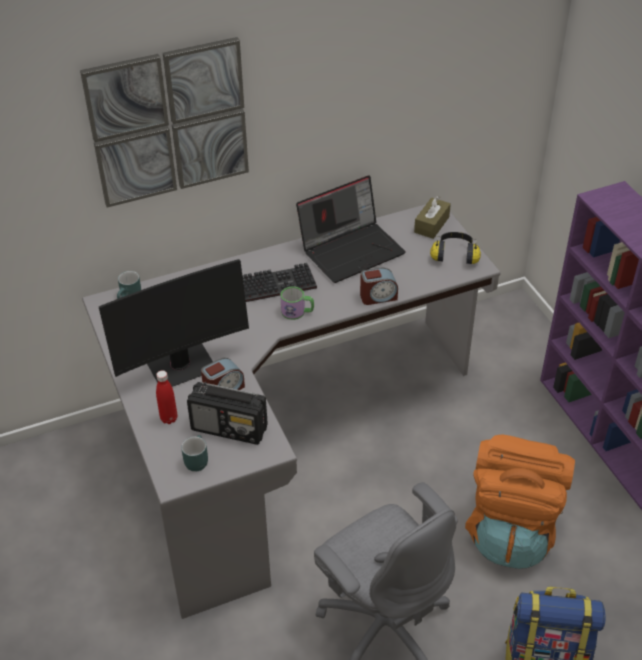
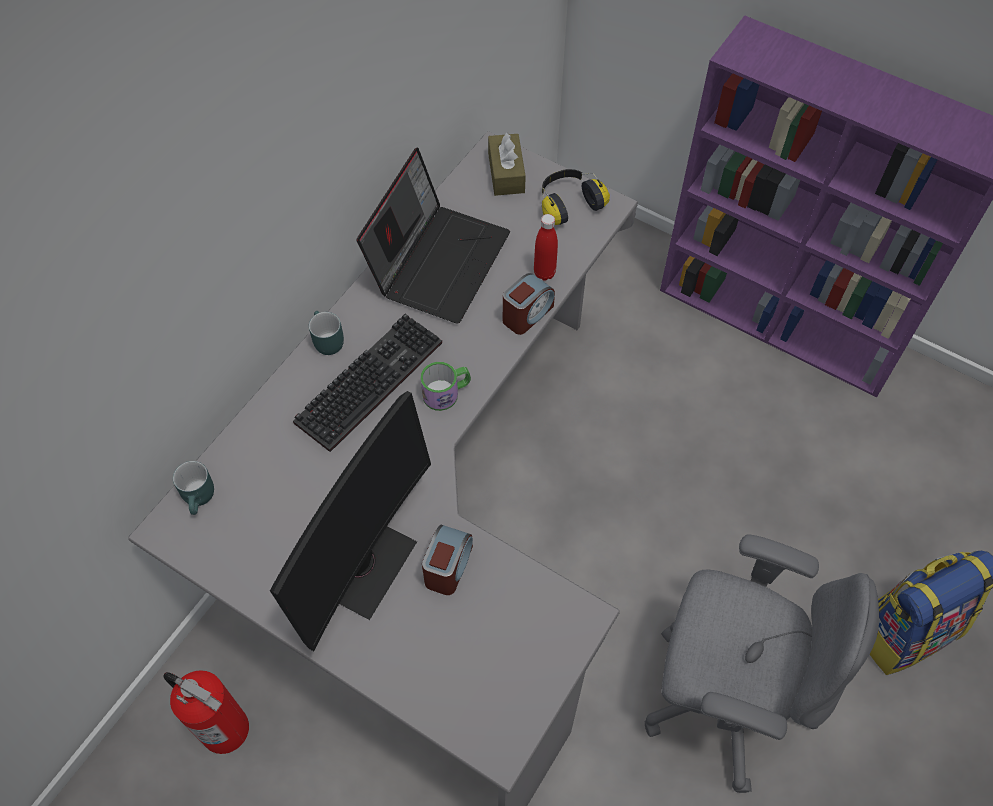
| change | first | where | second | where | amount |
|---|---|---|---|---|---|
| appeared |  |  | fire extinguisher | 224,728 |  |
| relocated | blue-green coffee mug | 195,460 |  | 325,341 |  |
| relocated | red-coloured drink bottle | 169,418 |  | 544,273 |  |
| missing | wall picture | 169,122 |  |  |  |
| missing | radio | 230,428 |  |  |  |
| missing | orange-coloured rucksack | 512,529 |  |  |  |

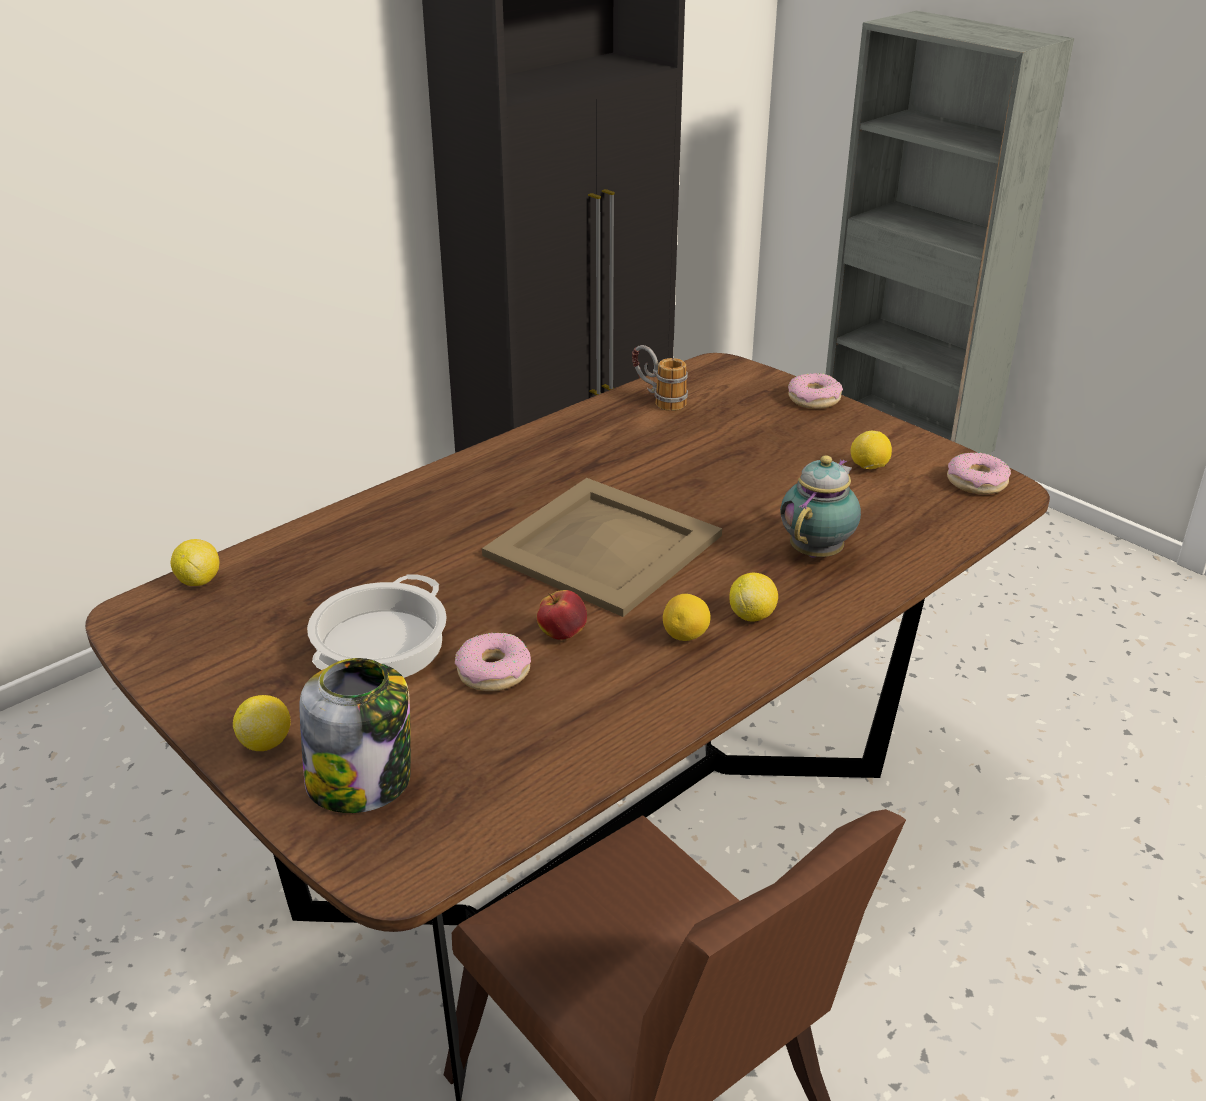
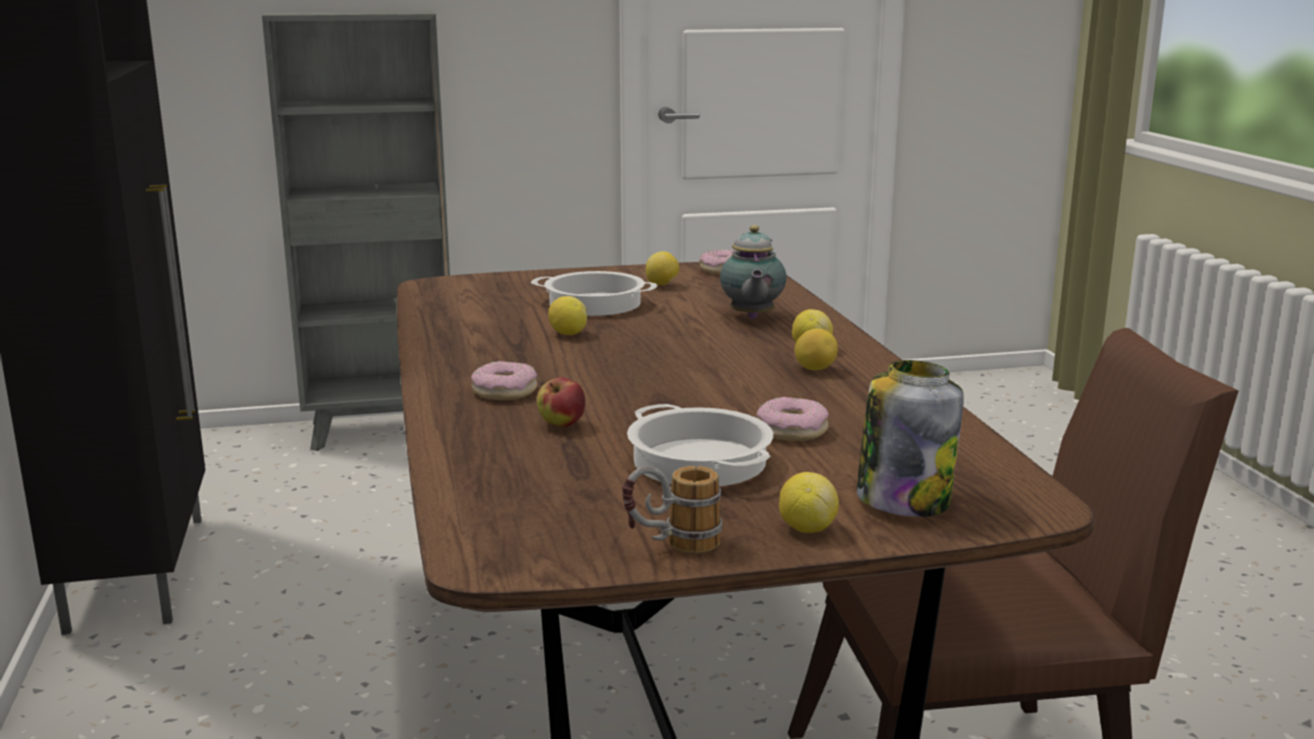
| change | first | where | second | where | amount |
|---|---|---|---|---|---|
| relocated | ring doughnut | 814,399 |  | 505,391 |  |
| appeared |  |  | saucepot | 596,303 |  |
| relocated | apple fruit | 562,634 |  | 561,425 |  |
| relocated | lemon | 199,580 |  | 567,334 |  |
| relocated | coffee mug | 658,400 |  | 671,547 |  |
| spun | tea pot | 818,551 |  | 751,318 | 150 degrees counterclockwise |
| missing | beige-coloured tray | 605,545 |  |  |  |

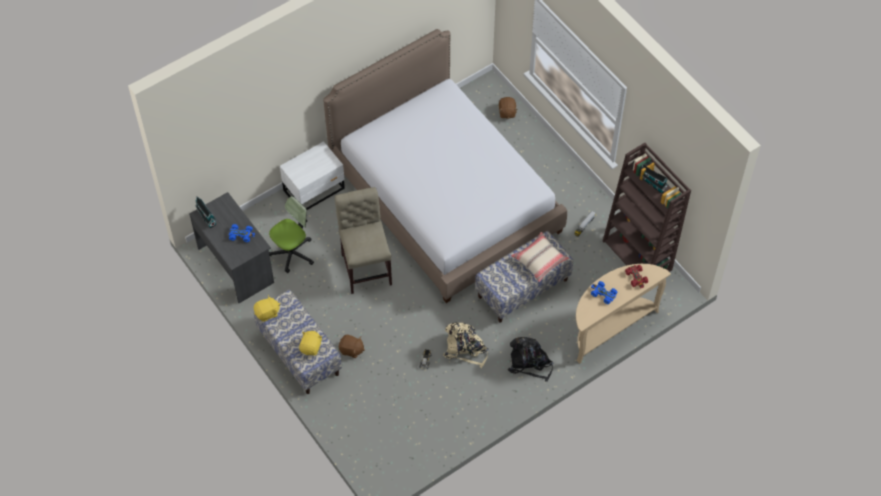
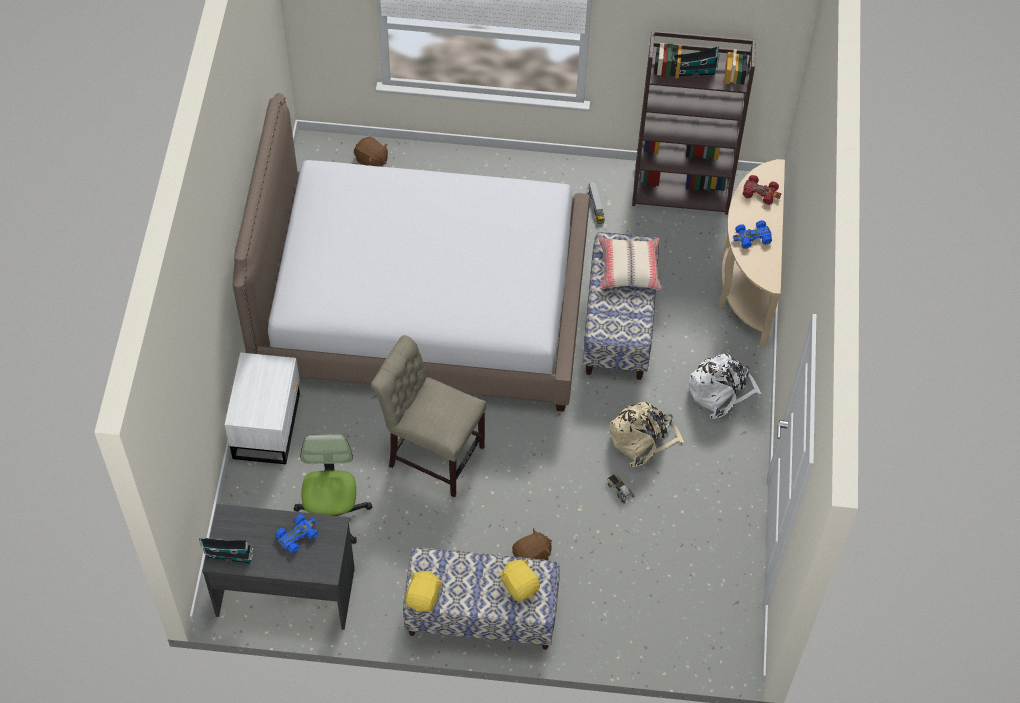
| change | first | where | second | where | amount |
|---|---|---|---|---|---|
| colour | black rucksack | 529,362 | white-coloured rucksack | 720,391 |  |

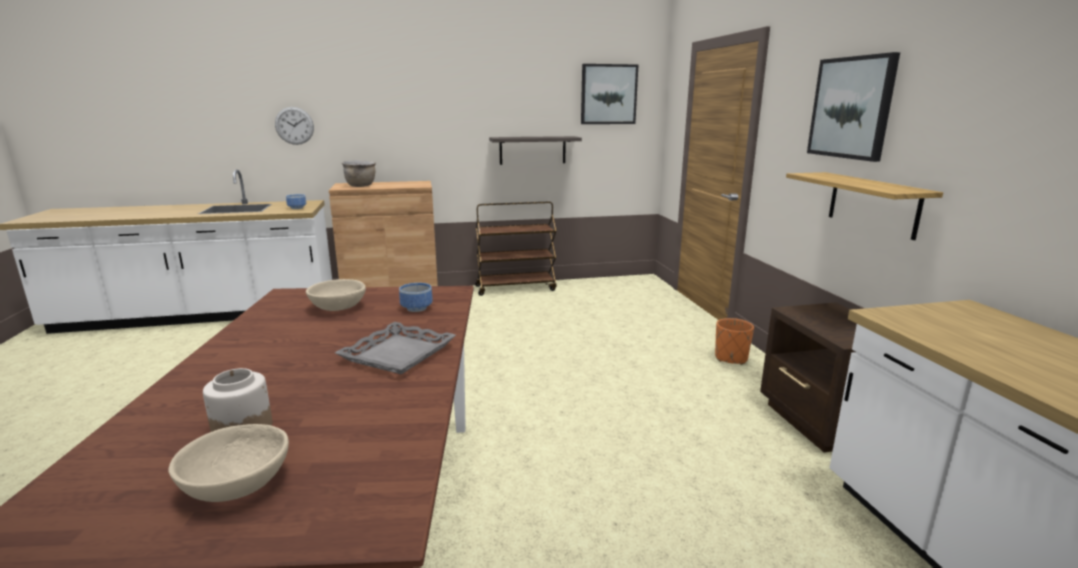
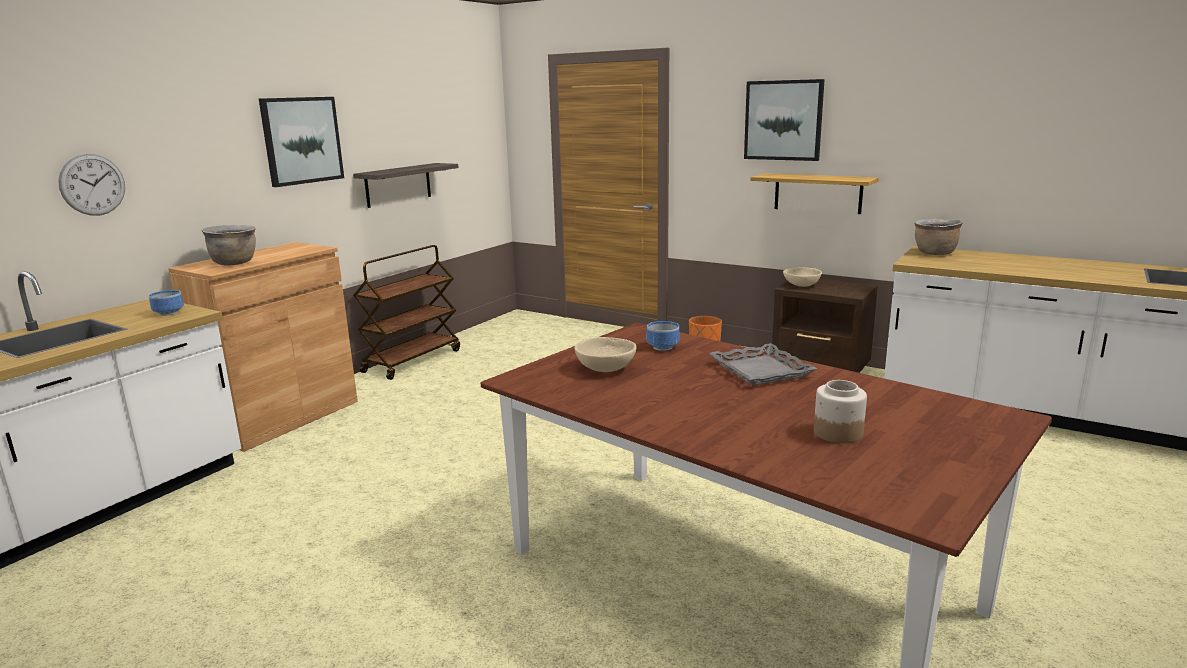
| change | first | where | second | where | amount |
|---|---|---|---|---|---|
| relocated | wall picture | 608,94 |  | 301,140 |  |
| relocated | beige-coloured bowl | 239,485 |  | 801,285 |  |
| appeared |  |  | brownish saucepot | 934,253 |  |

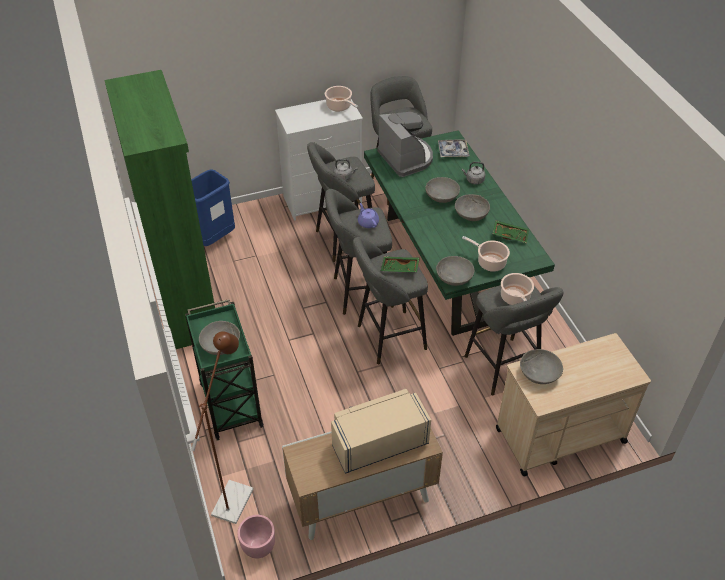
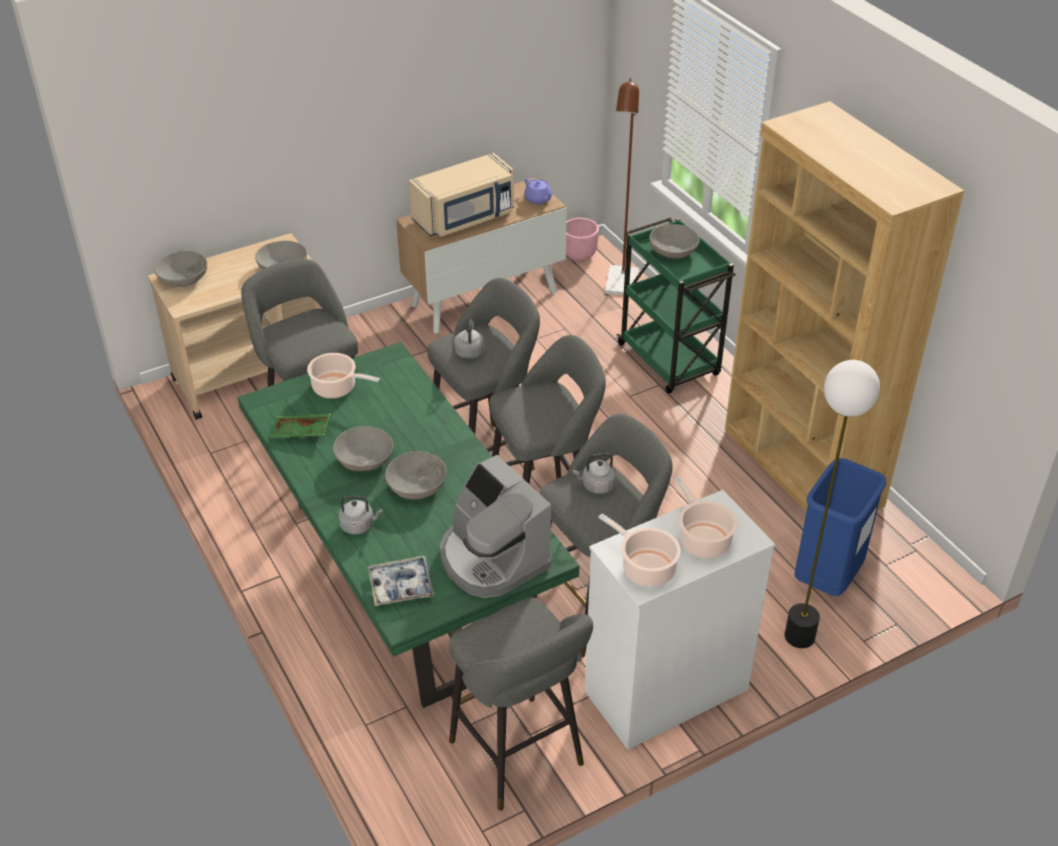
| change | first | where | second | where | amount |
|---|---|---|---|---|---|
| relocated | gray bowl | 454,277 |  | 183,278 |  |
| exchanged | green tray | 399,268 | gray kettle | 469,351 |  |
| relocated | purple-coloured tea pot | 368,222 |  | 538,199 |  |
| relocated | saucepot | 515,298 |  | 703,539 |  |
| colour | green bookcase | 186,303 | brownish bookcase | 801,468 |  |
| appeared |  |  | standing lamp | 799,636 |  |

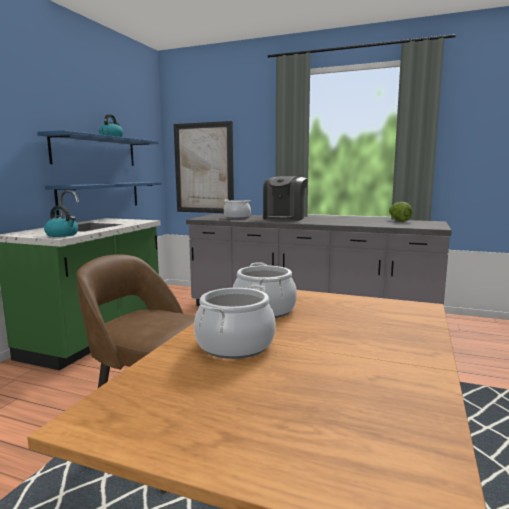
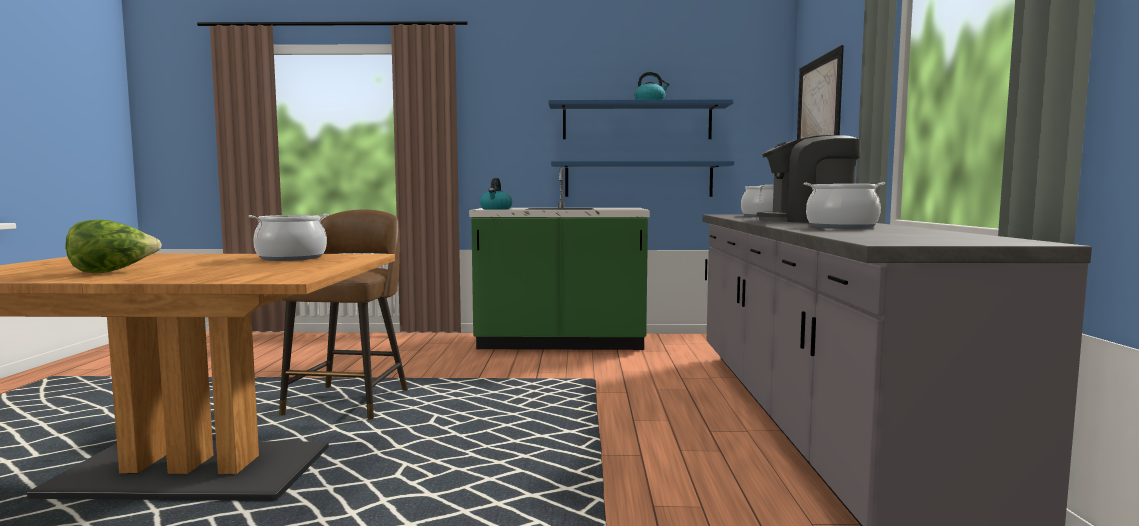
| change | first | where | second | where | amount |
|---|---|---|---|---|---|
| relocated | lettuce head | 399,220 |  | 112,272 |  |
| relocated | saucepot | 235,345 |  | 841,227 |  |

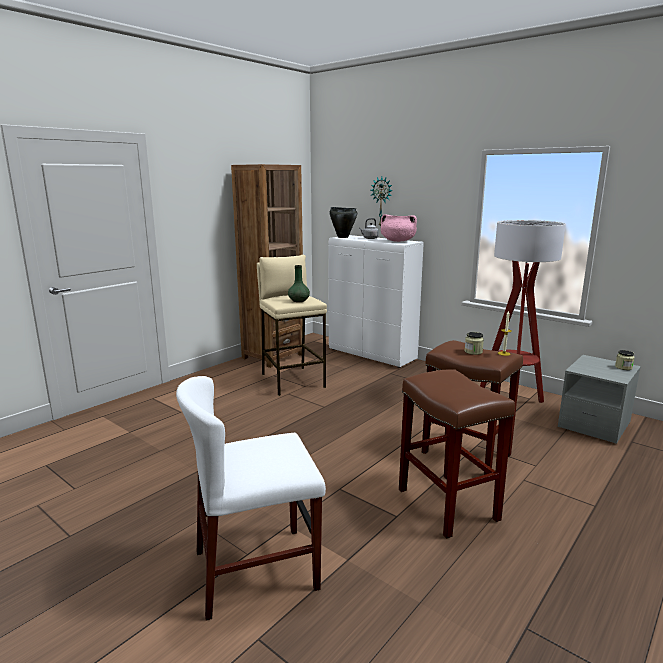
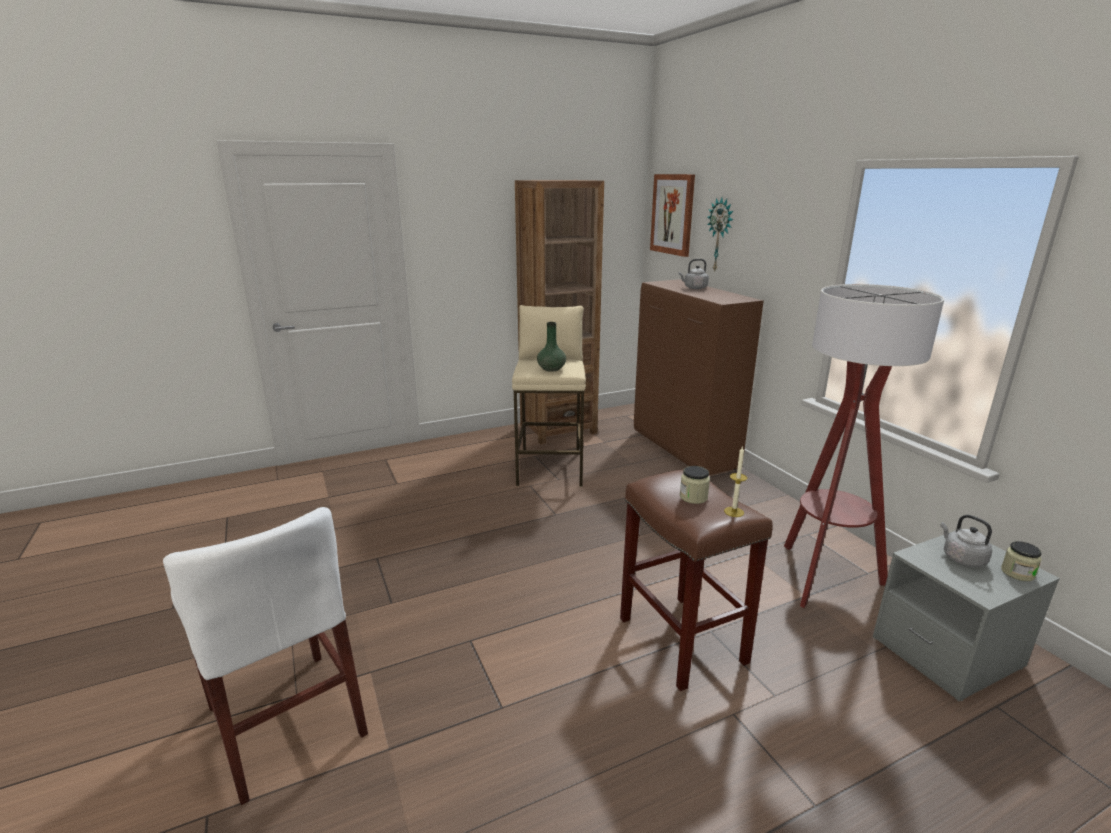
| change | first | where | second | where | amount |
|---|---|---|---|---|---|
| spun | white-coloured upright chair | 256,570 |  | 285,720 | 135 degrees counterclockwise |
| colour | white-coloured storage cabinet | 372,355 | brownish storage cabinet | 684,450 |  |
| appeared |  |  | wall picture | 672,214 |  |
| appeared |  |  | gray kettle | 961,558 |  |
| missing | black saucepot | 342,237 |  |  |  |
| missing | pink-coloured saucepot | 397,241 |  |  |  |
| missing | brownish sitting stool | 449,505 |  |  |  |

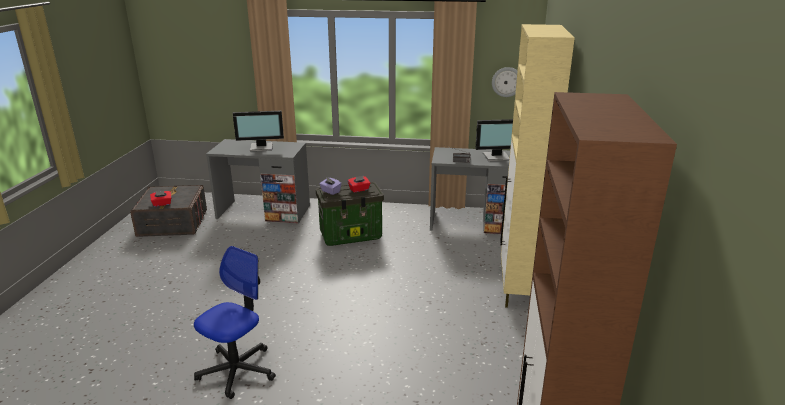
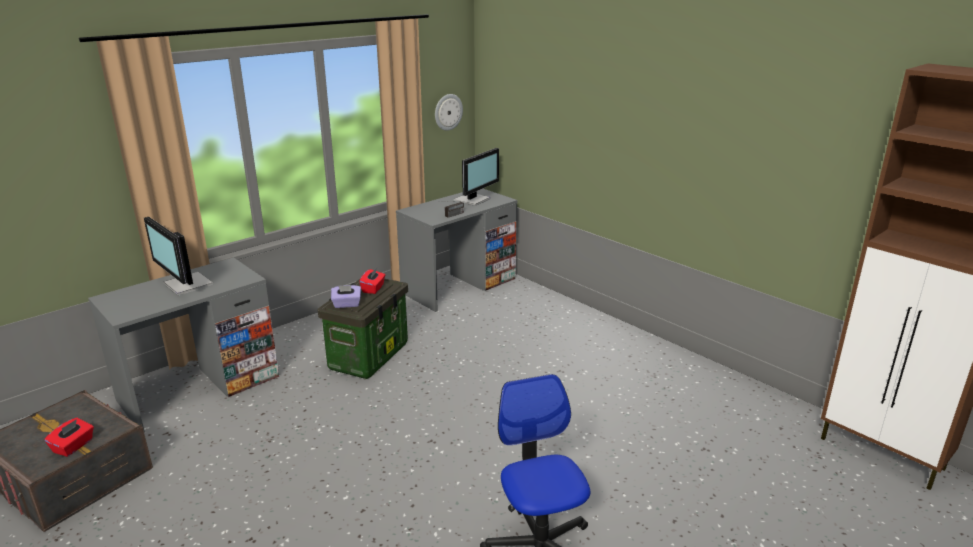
| change | first | where | second | where | amount |
|---|---|---|---|---|---|
| spun | computer display | 262,147 |  | 186,285 | 105 degrees clockwise |
| missing | beige-coloured storage cabinet | 518,289 |  |  |  |

